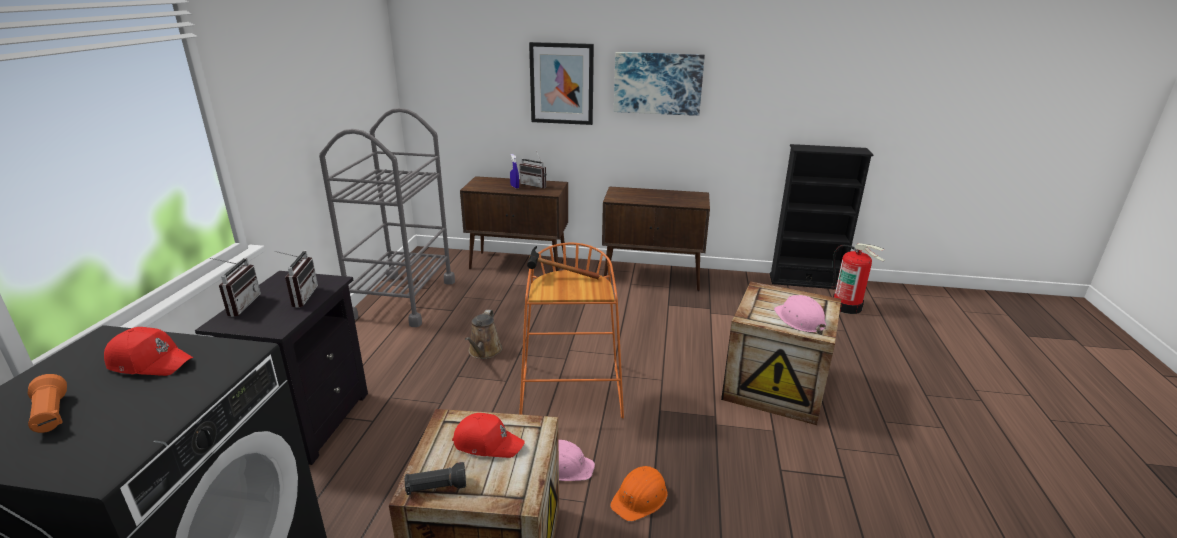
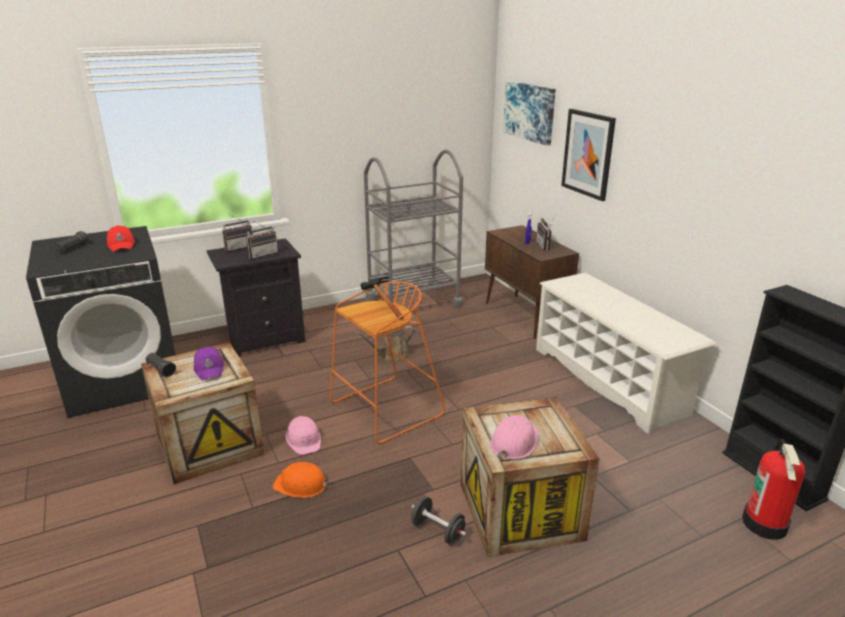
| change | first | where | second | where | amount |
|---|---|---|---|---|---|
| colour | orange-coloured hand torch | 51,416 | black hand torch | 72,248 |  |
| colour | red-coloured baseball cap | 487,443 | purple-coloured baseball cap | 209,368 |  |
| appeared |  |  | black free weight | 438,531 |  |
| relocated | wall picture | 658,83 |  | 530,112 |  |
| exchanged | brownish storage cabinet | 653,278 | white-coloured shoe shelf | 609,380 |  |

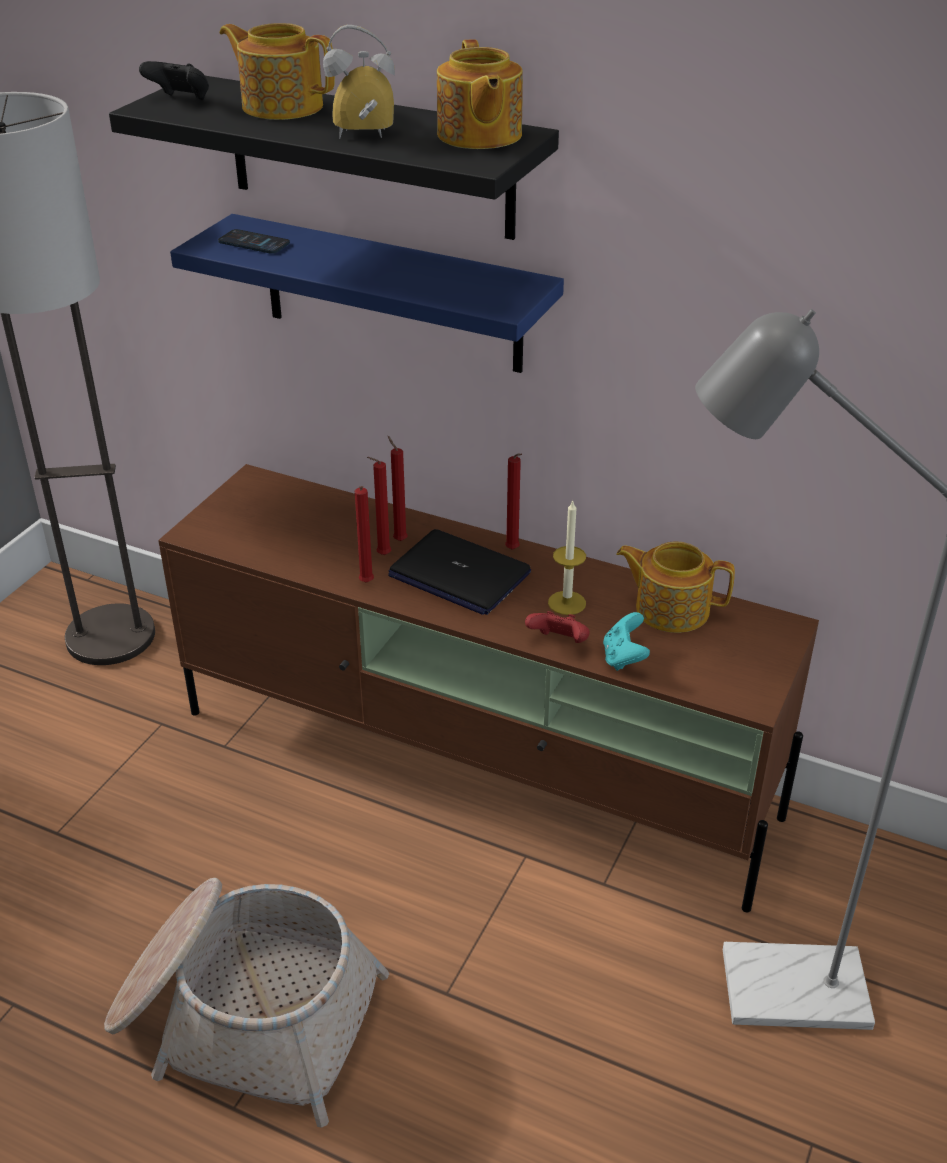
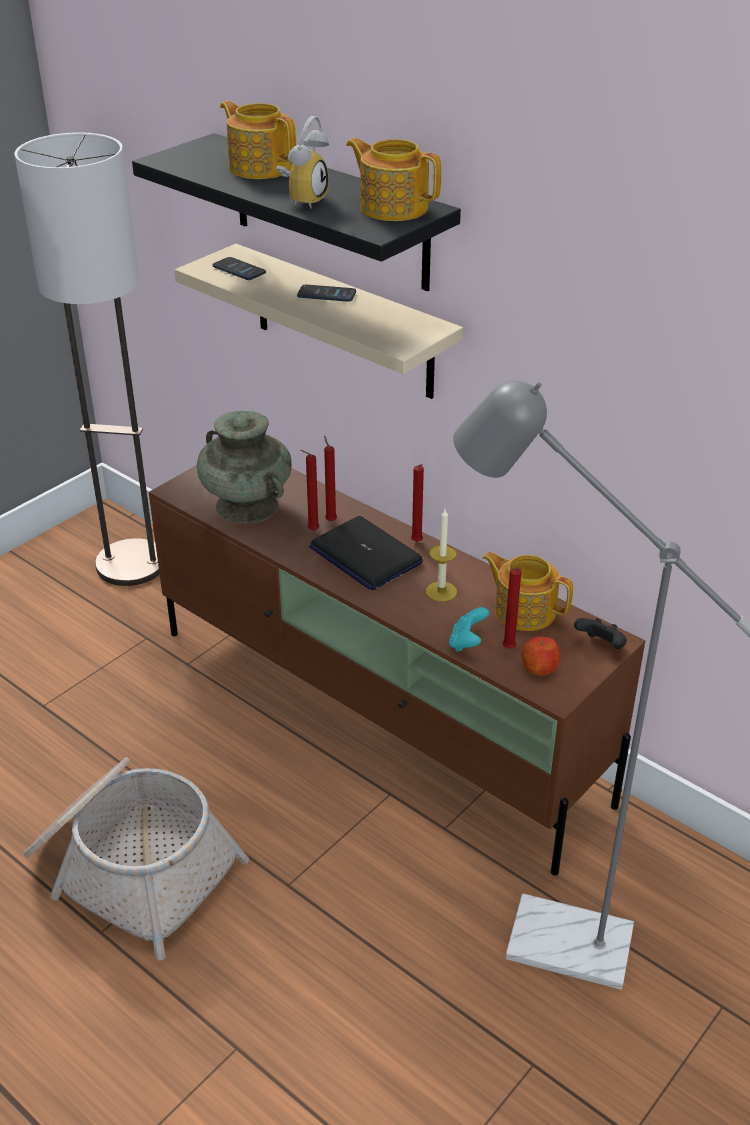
| change | first | where | second | where | amount |
|---|---|---|---|---|---|
| colour | bluish shelf | 391,294 | beige-coloured shelf | 343,322 |  |
| appeared |  |  | blue-green decorative vase | 246,506 |  |
| spun | alarm clock | 362,137 |  | 303,200 | 105 degrees clockwise |
| appeared |  |  | phone | 326,294 |  |
| spun | tea pot | 478,136 |  | 393,207 | 120 degrees clockwise |
| relocated | red-coloured wax candle | 366,584 |  | 508,649 |  |
| appeared |  |  | apple fruit | 539,668 |  |
| relocated | black game controller | 181,100 |  | 601,646 |  |
| missing | red-coloured game controller | 559,643 |  |  |  |

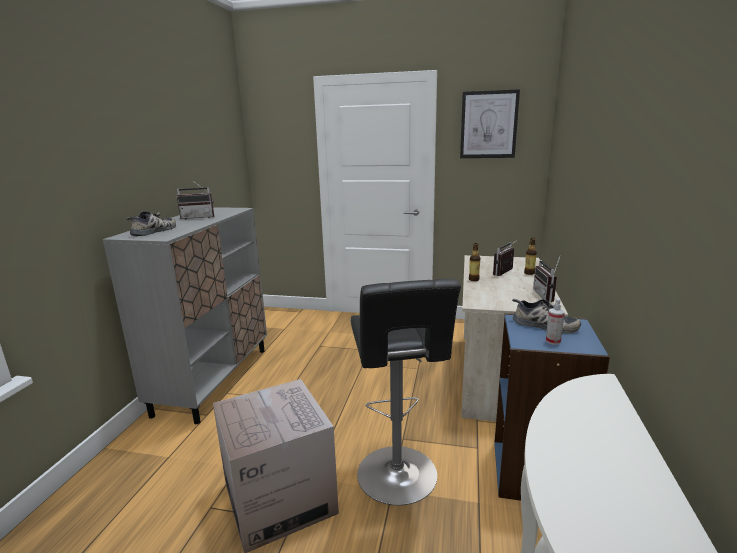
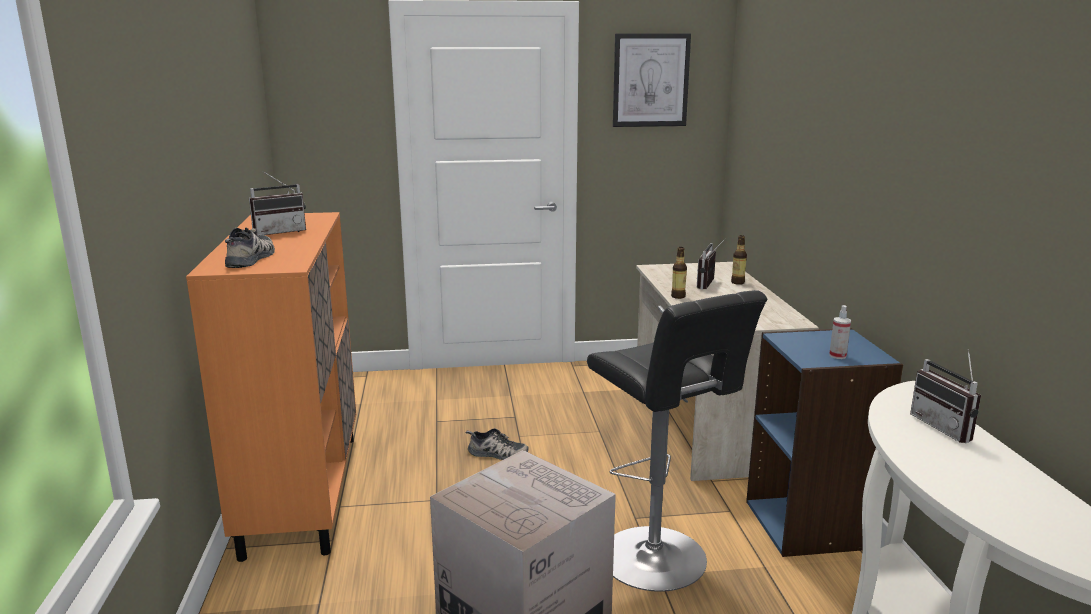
| change | first | where | second | where | amount |
|---|---|---|---|---|---|
| colour | gray storage cabinet | 214,379 | orange-coloured storage cabinet | 302,492 |  |
| relocated | shoe | 544,325 |  | 496,454 |  |
| relocated | radio | 547,296 |  | 947,428 |  |

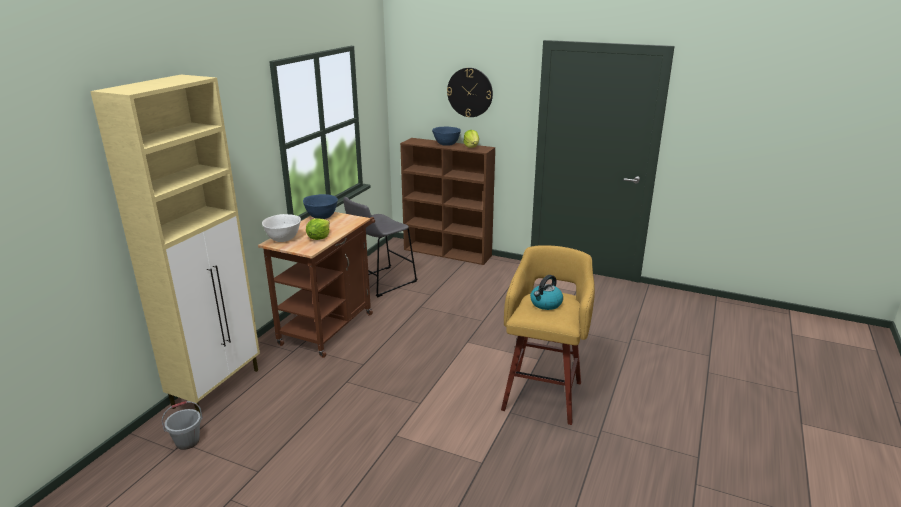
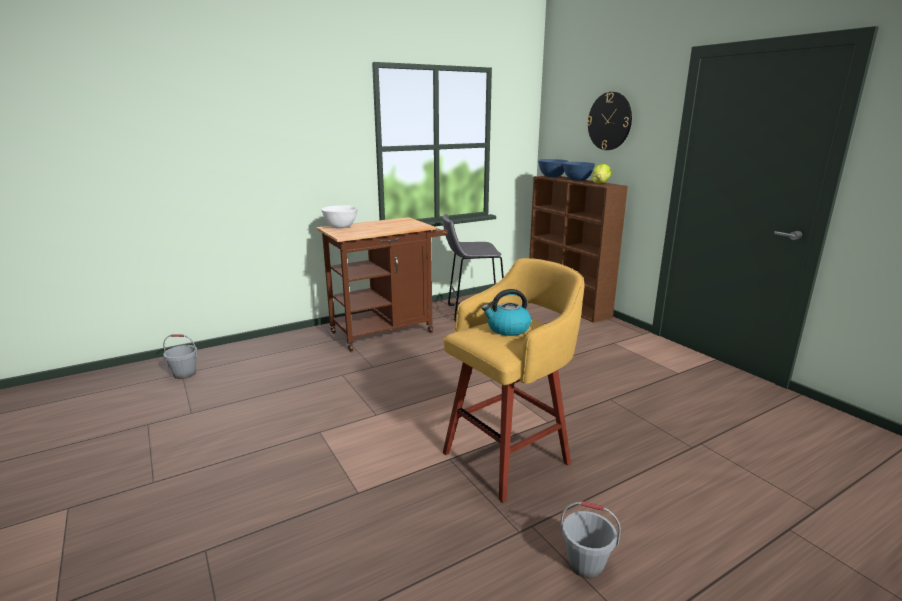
| change | first | where | second | where | amount |
|---|---|---|---|---|---|
| relocated | bluish bowl | 321,216 |  | 552,176 |  |
| appeared |  |  | gray pail | 585,564 |  |
| missing | beige-coloured storage cabinet | 218,387 |  |  |  |
| missing | lettuce head | 319,238 |  |  |  |

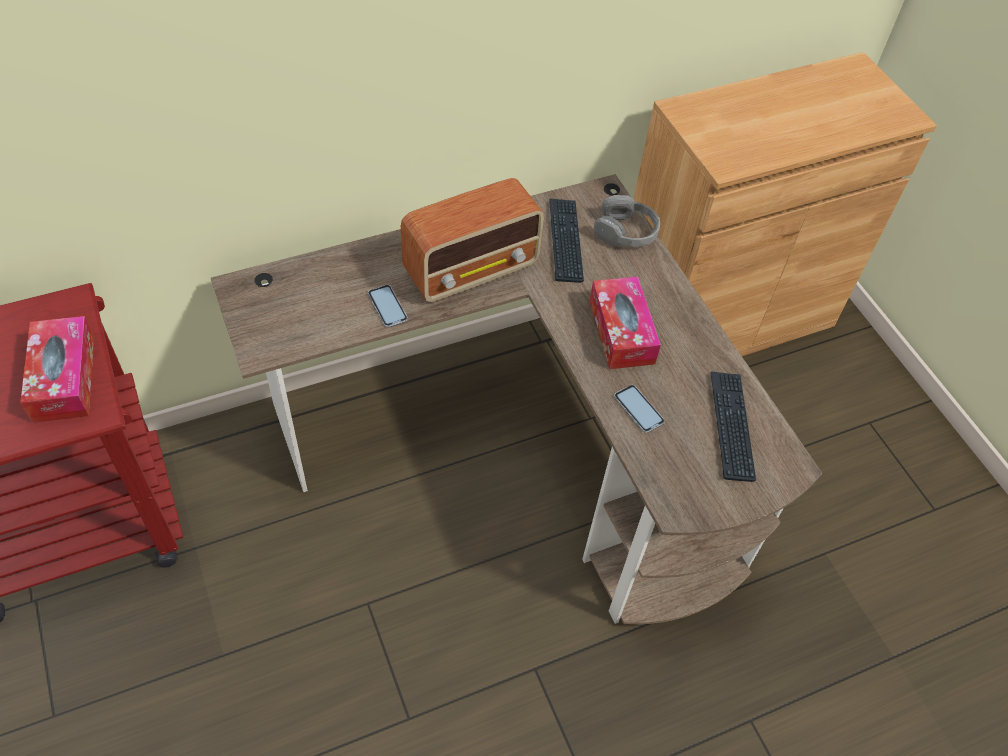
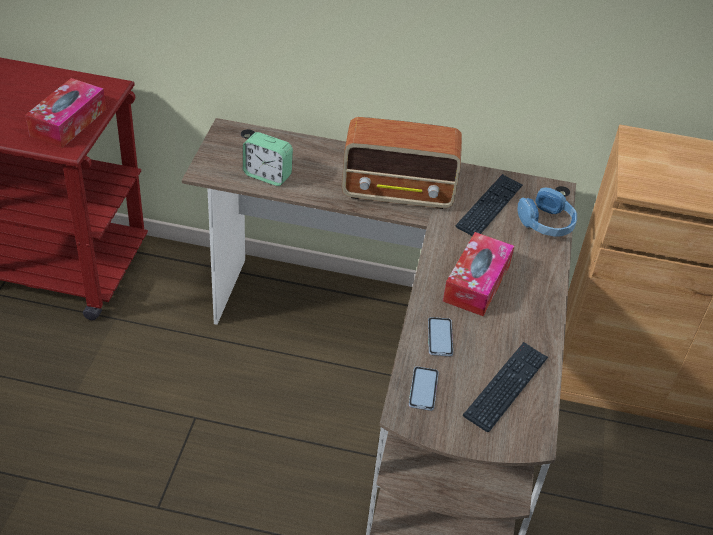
| change | first | where | second | where | amount |
|---|---|---|---|---|---|
| appeared |  |  | alarm clock | 267,175 |  |
| relocated | phone | 387,306 |  | 423,389 |  |
| colour | gray headset | 626,232 | bluish headset | 546,223 |  |

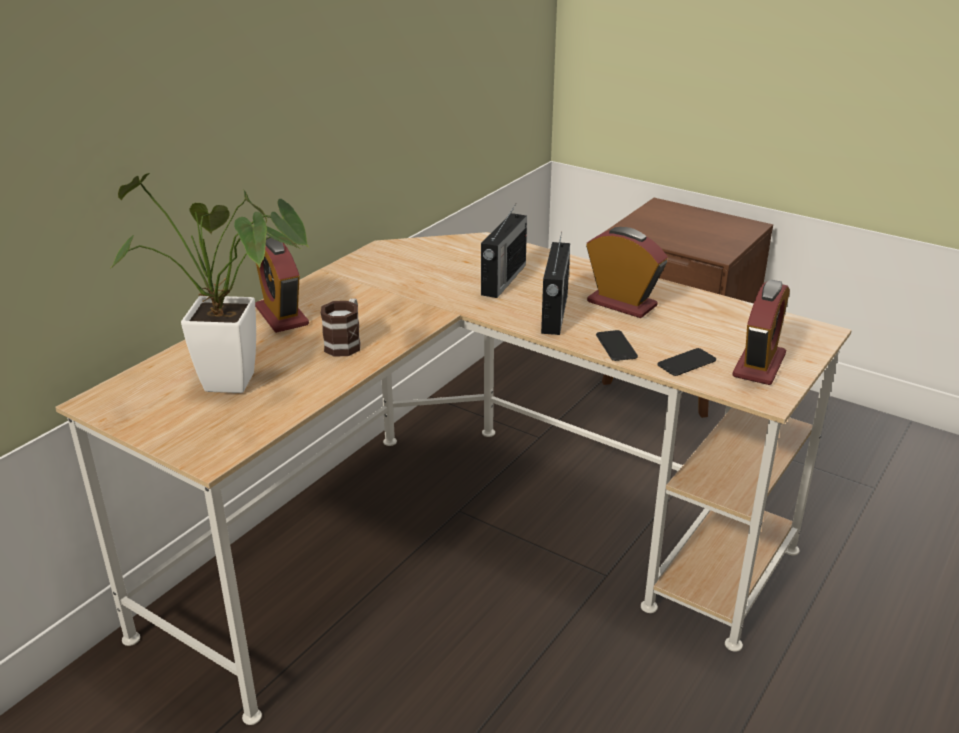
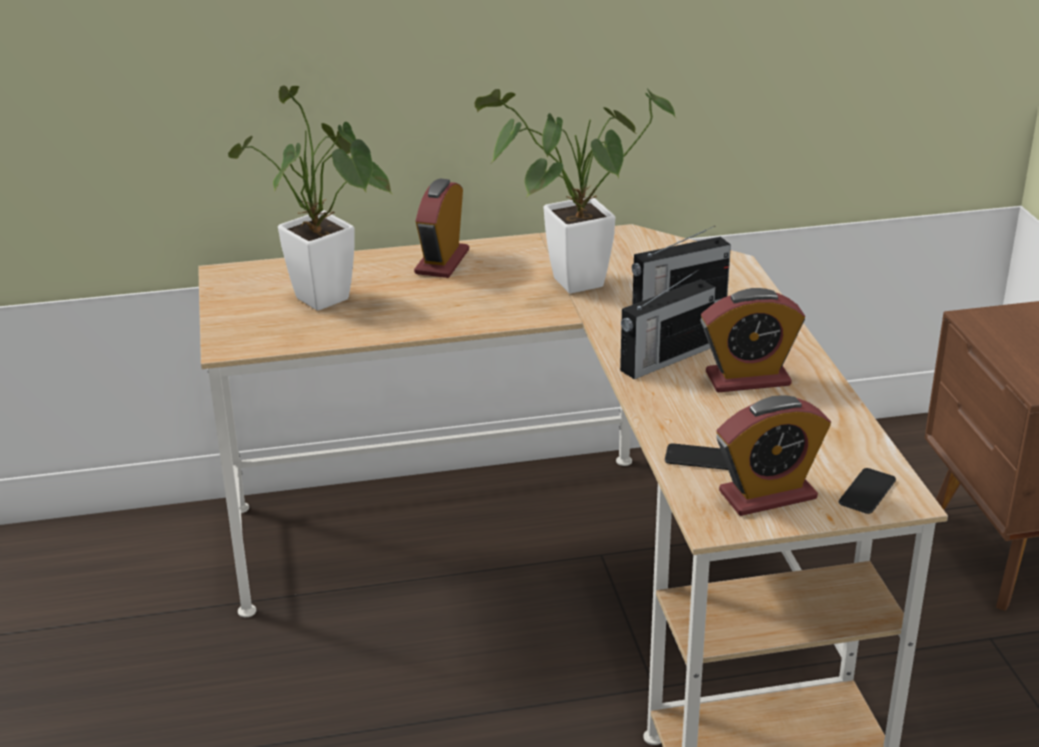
| change | first | where | second | where | amount |
|---|---|---|---|---|---|
| appeared |  |  | houseplant | 566,285 |  |
| spun | alarm clock | 621,304 |  | 748,379 | 90 degrees clockwise |
| relocated | phone | 616,346 |  | 867,492 |  |
| missing | coffee mug | 346,343 |  |  |  |

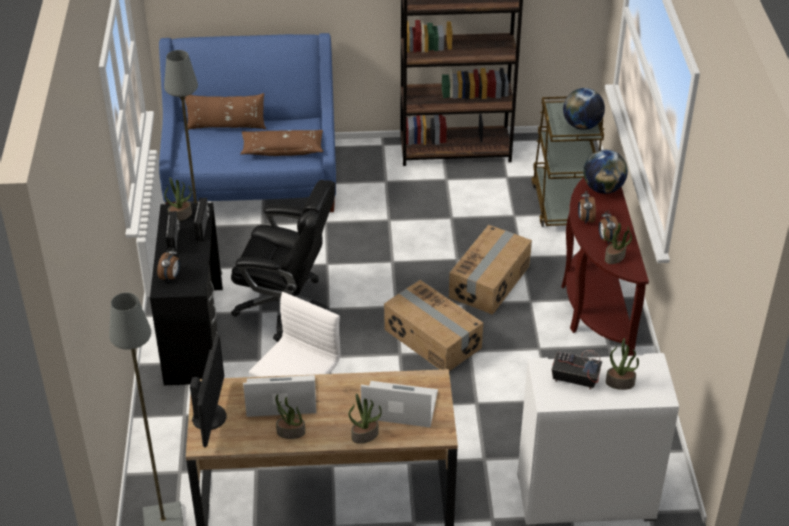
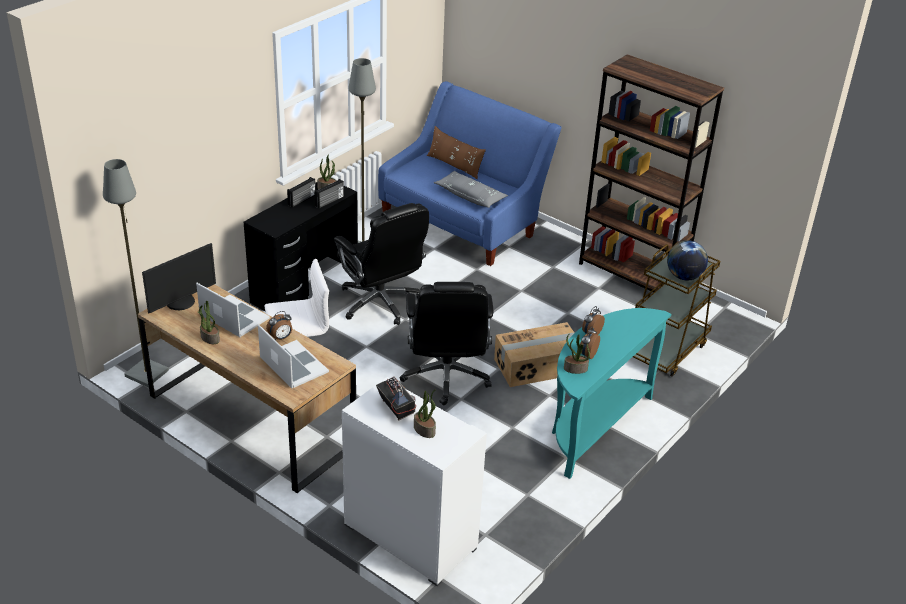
| change | first | where | second | where | amount |
|---|---|---|---|---|---|
| relocated | alarm clock | 171,277 |  | 281,338 |  |
| exchanged | carton | 432,339 | black desk chair | 446,376 |  |
| colour | brownish pillow | 282,149 | gray pillow | 470,196 |  |
| colour | brownish narrow table | 595,306 | blue-green narrow table | 593,427 |  |
| missing | houseplant | 365,435 |  |  |  |
| missing | world globe | 603,189 |  |  |  |

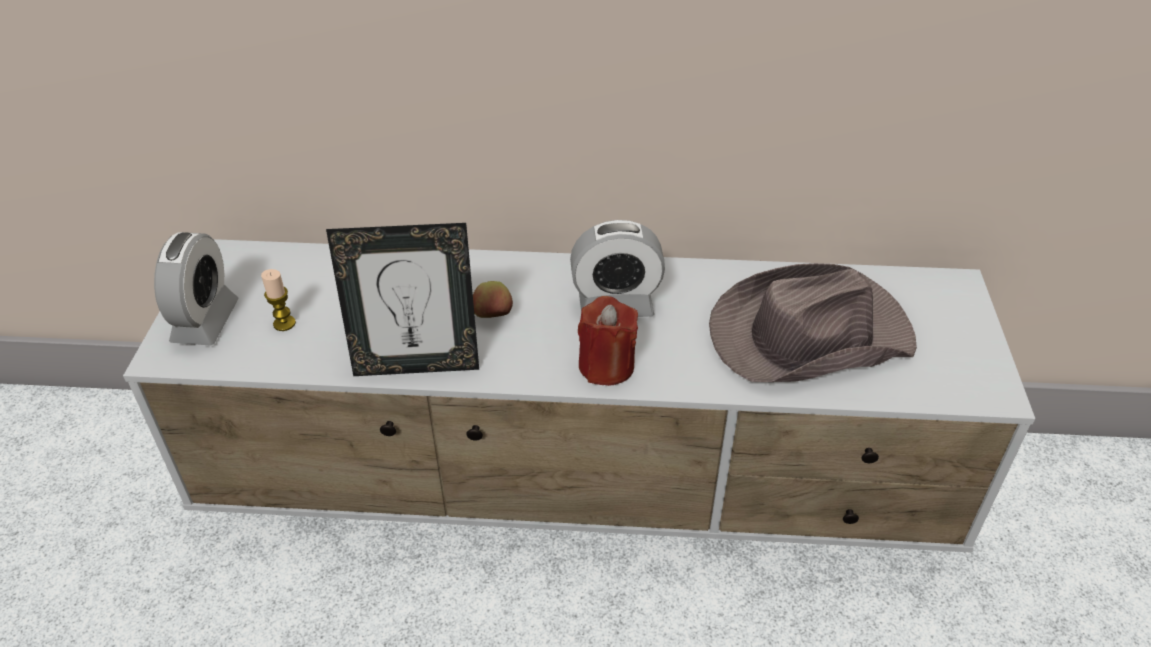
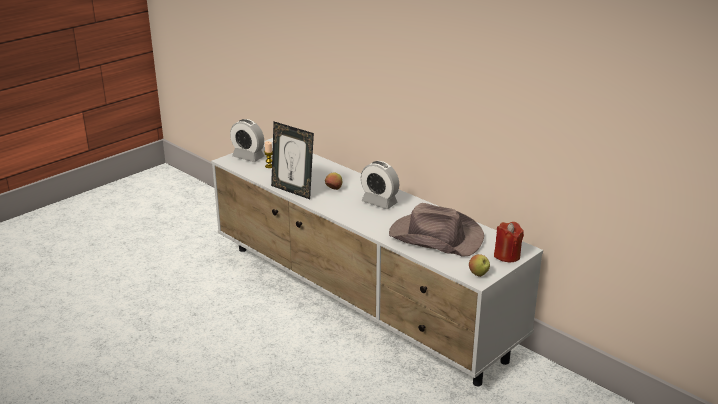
| change | first | where | second | where | amount |
|---|---|---|---|---|---|
| spun | alarm clock | 205,321 |  | 248,157 | 75 degrees clockwise |
| appeared |  |  | apple fruit | 478,274 |  |
| relocated | red-coloured wax candle | 606,366 |  | 507,255 |  |

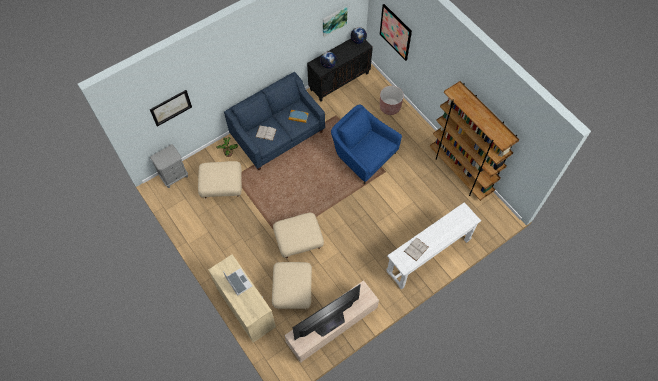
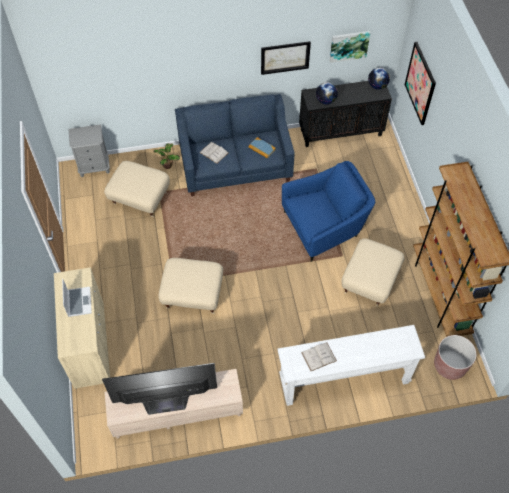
| change | first | where | second | where | amount |
|---|---|---|---|---|---|
| relocated | wall picture | 171,107 |  | 285,57 |  |
| spun | bluish easy chair | 363,155 |  | 324,226 | 90 degrees clockwise |
| relocated | beige-coloured ottoman | 293,291 |  | 370,282 |  |
| relocated | brownish flower pot | 390,107 |  | 449,365 |  |

